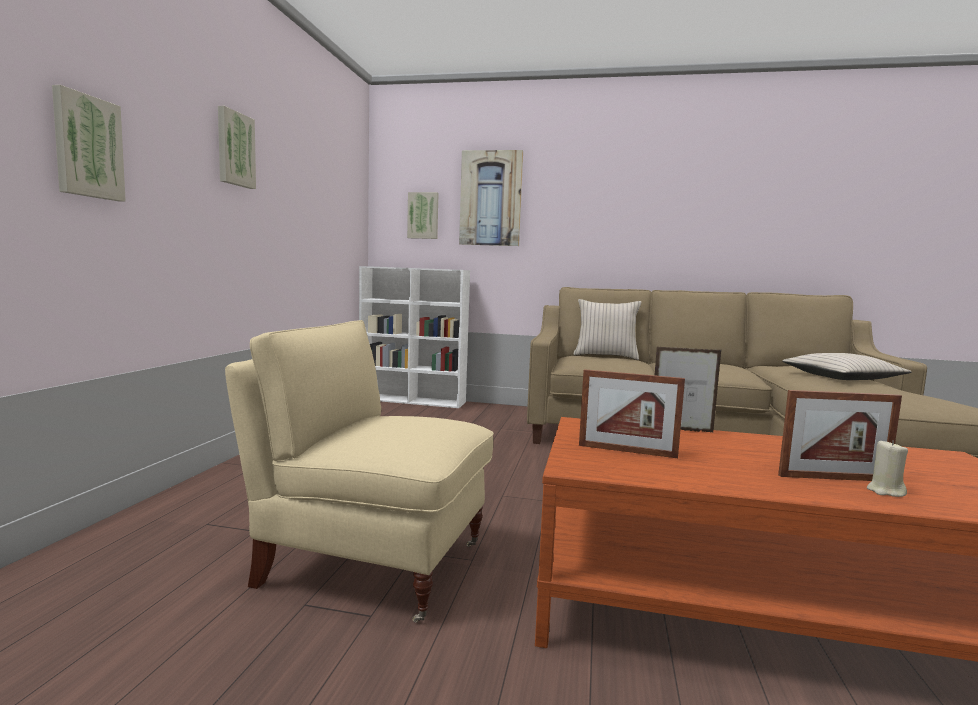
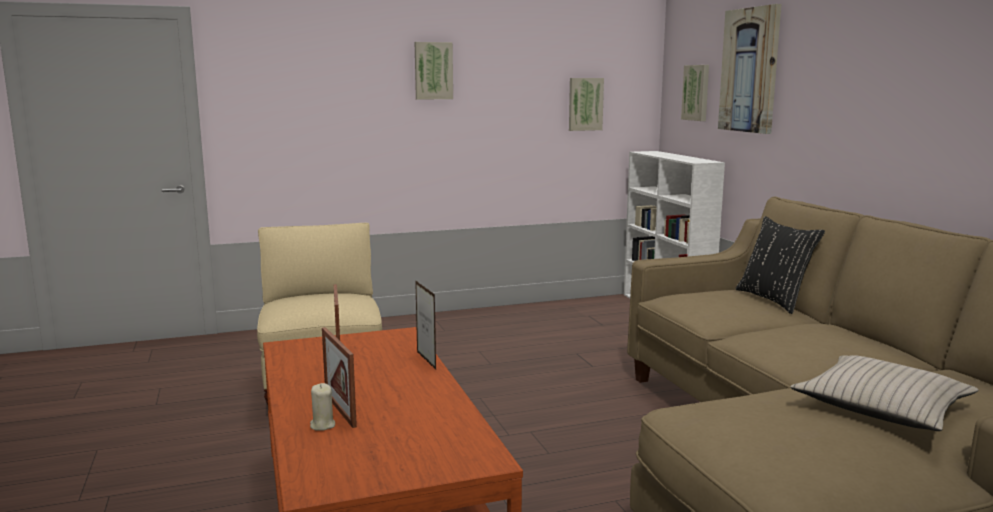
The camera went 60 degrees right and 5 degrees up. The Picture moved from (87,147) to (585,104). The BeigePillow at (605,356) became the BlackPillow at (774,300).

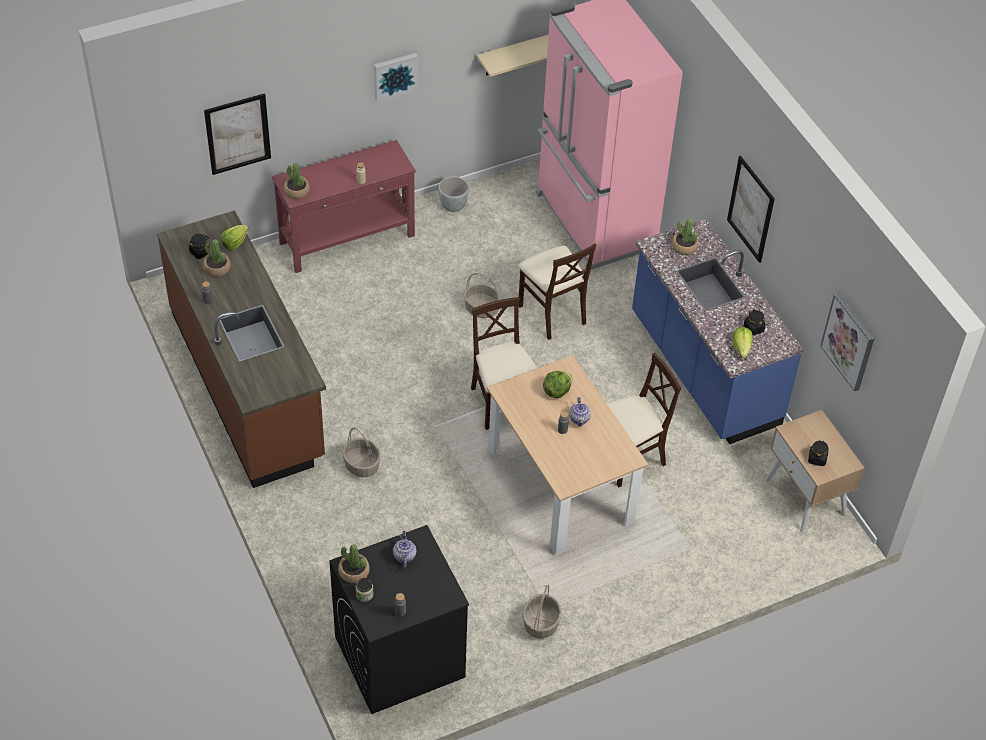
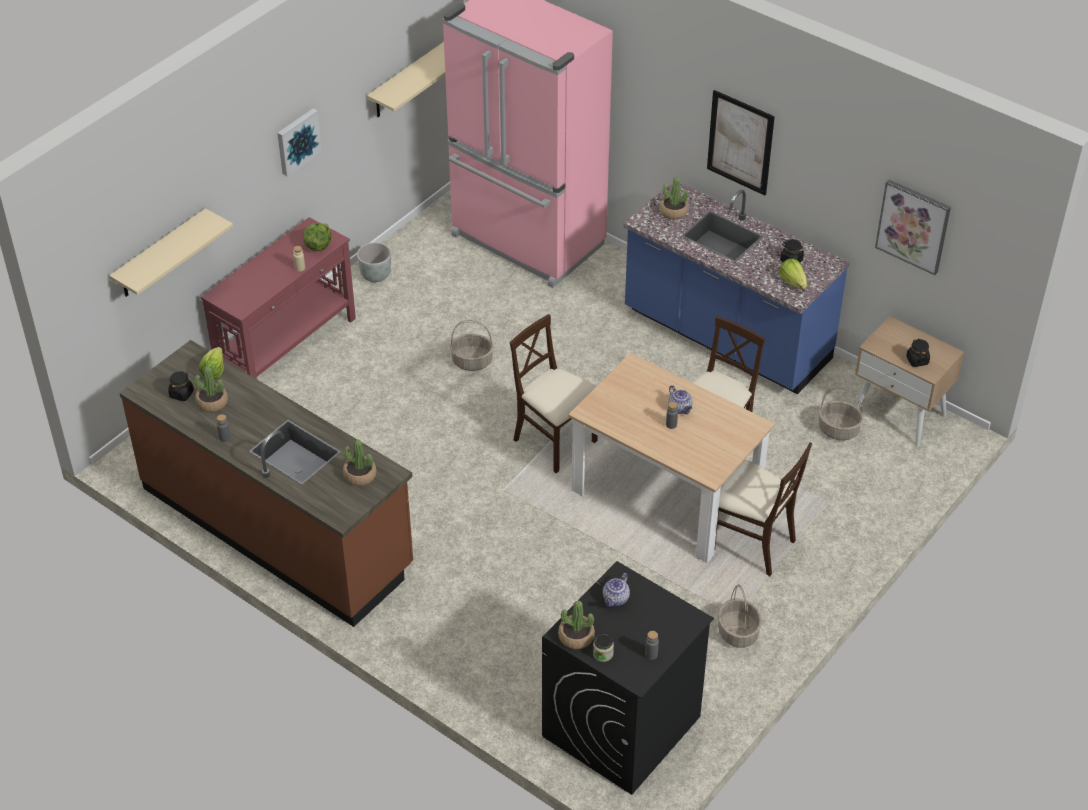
The camera went 25 degrees left and 5 degrees down. The PottedPlant moved from (297,191) to (360,475). The Basket moved from (361,465) to (837,430). The BeigeChair moved from (552,313) to (752,544). The Lettuce moved from (556,391) to (318,246). The Picture at (238,134) was replaced by the BeigeShelf at (160,255). The Teapot at (404,555) turned 120 degrees counterclockwise.

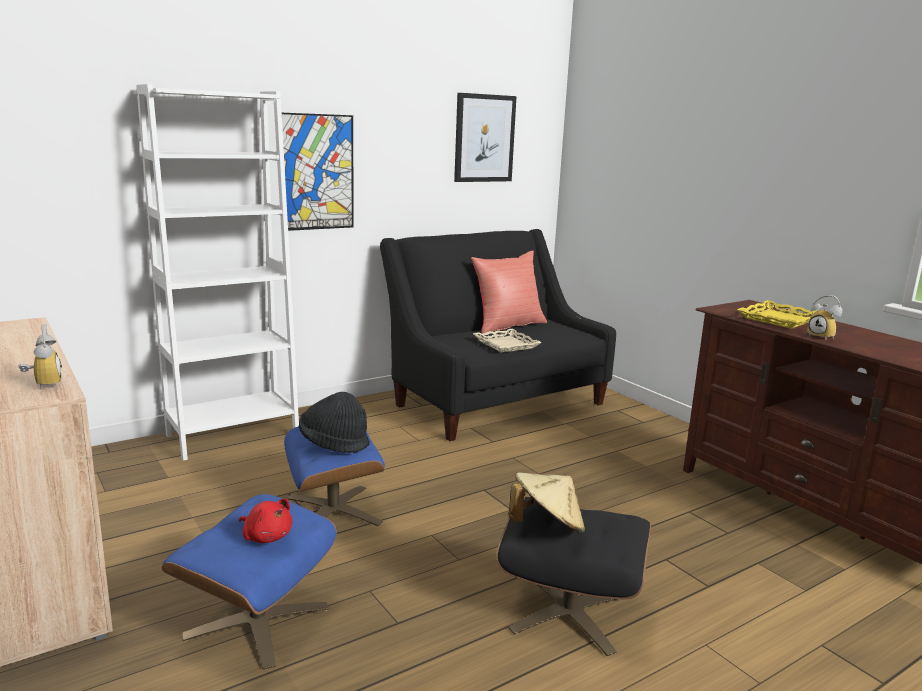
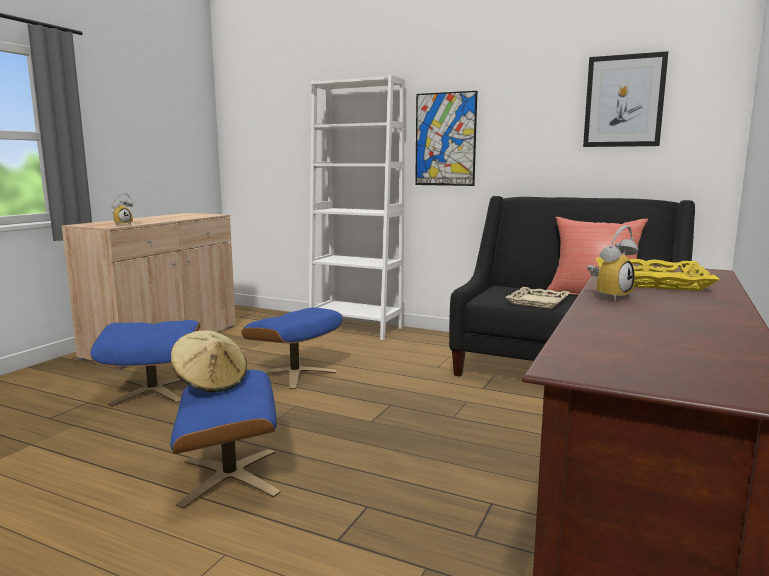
The camera went 60 degrees right and 5 degrees down. The RedPlushToy at (266,536) disappeared. The BlackHat at (334,443) disappeared. The BlackOttoman at (569,612) became the BlueOttoman at (231,477). The AlarmClock at (823,337) turned 150 degrees counterclockwise.

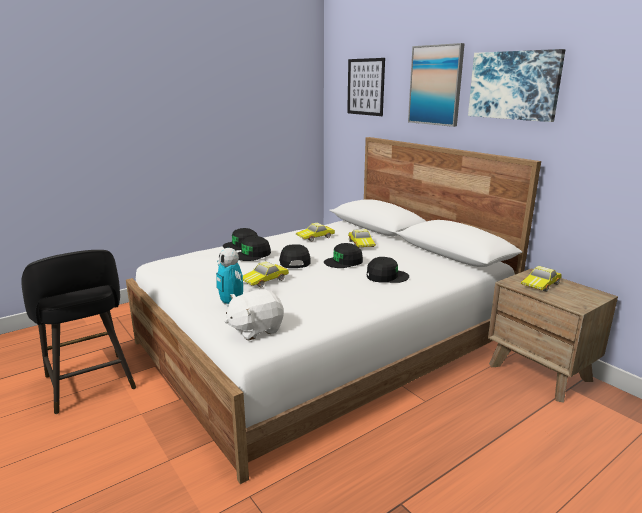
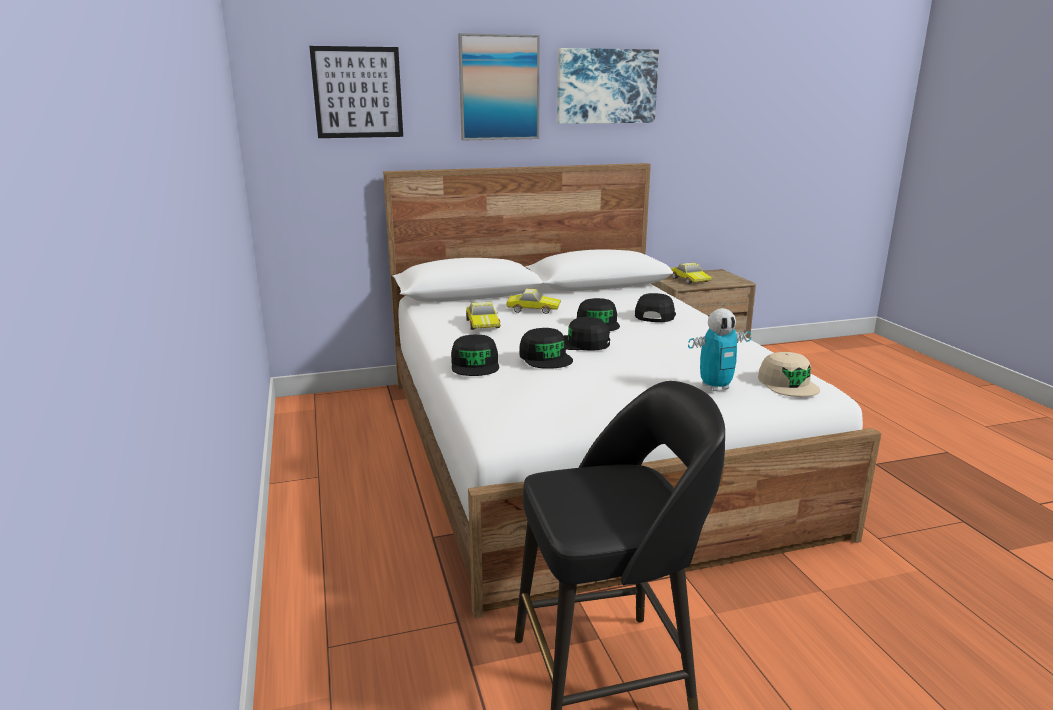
The camera went 70 degrees left and 0 degrees up. The ToyCar at (265,280) disappeared. The WhitePlushToy at (255,329) was replaced by the BeigeCap at (788,384).

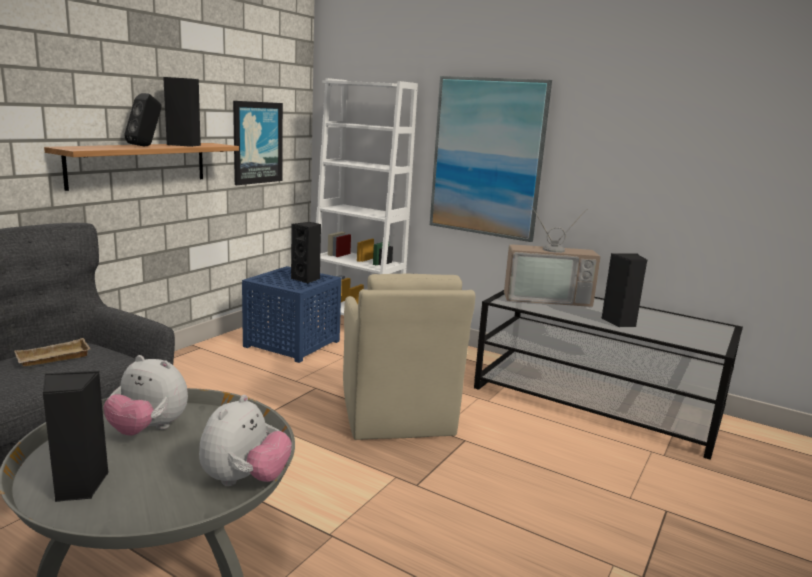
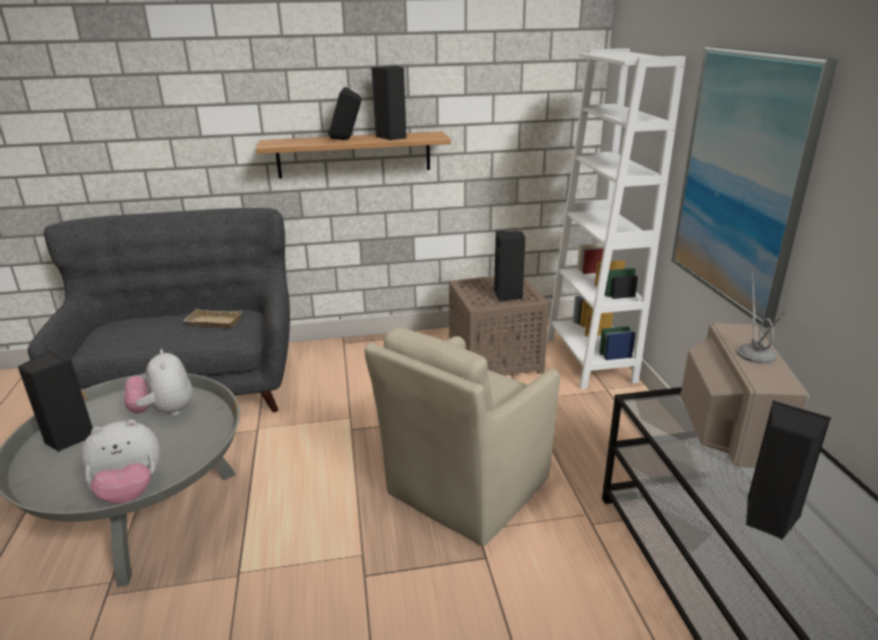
The camera went 50 degrees right and 10 degrees up. The Picture at (257,142) disappeared. The BlueSideTable at (292,344) became the BrownSideTable at (494,360). The Television at (547,298) turned 135 degrees counterclockwise.

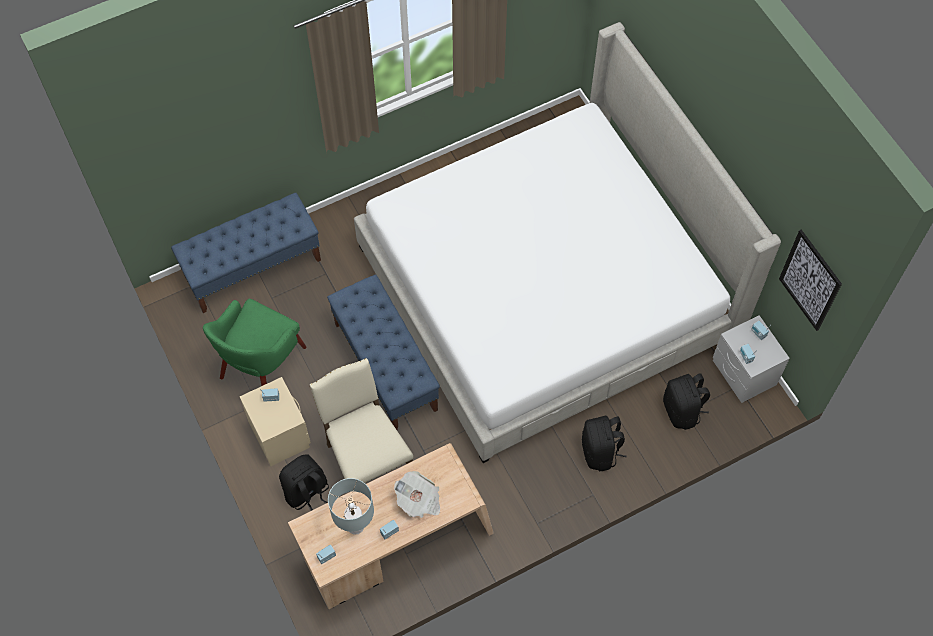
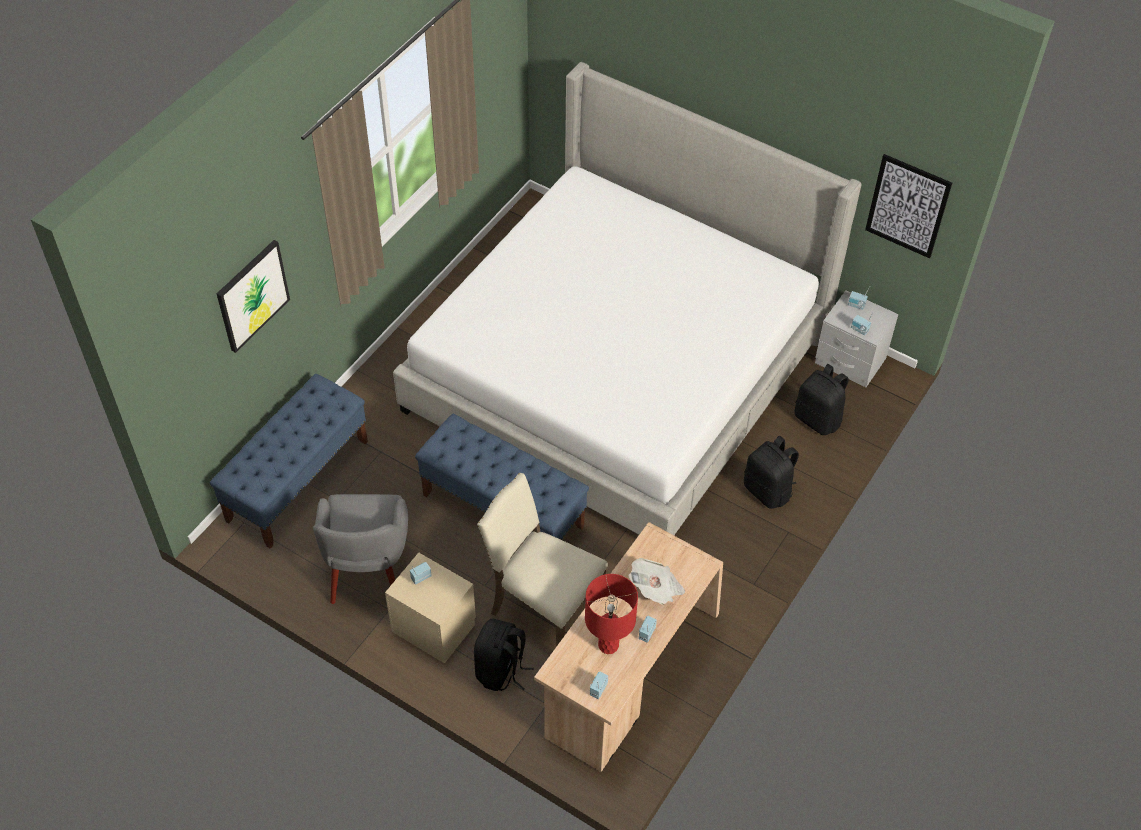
The camera went 30 degrees left and 10 degrees down. The Picture at (252,295) appeared. The GreenArmchair at (261,364) became the GreyArmchair at (368,569). The GreyTableLamp at (355,526) became the RedTableLamp at (608,645).

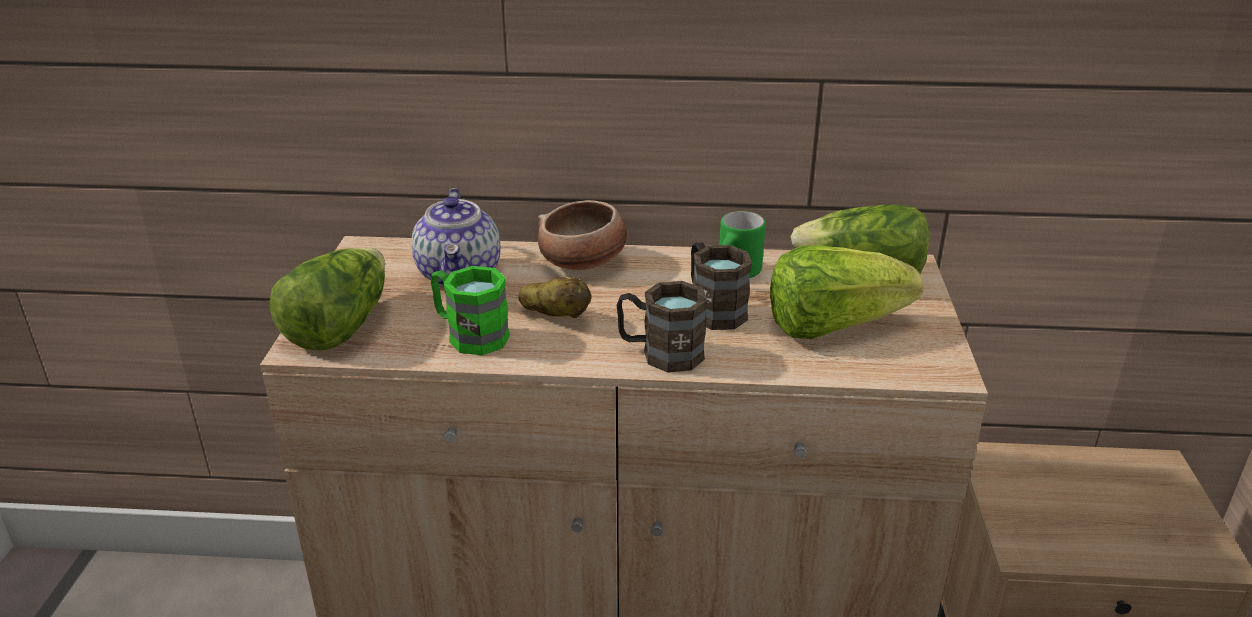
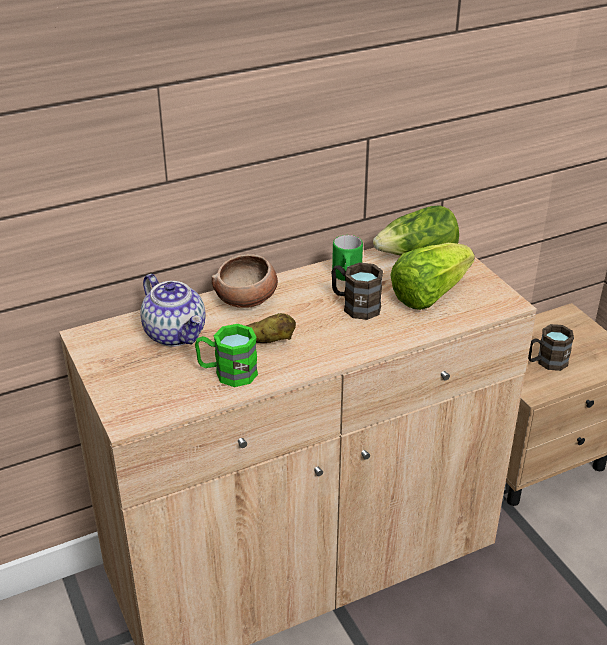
The camera went 30 degrees left and 5 degrees up. The Lettuce at (339,326) disappeared. The BrownMug moved from (660,353) to (546,362).

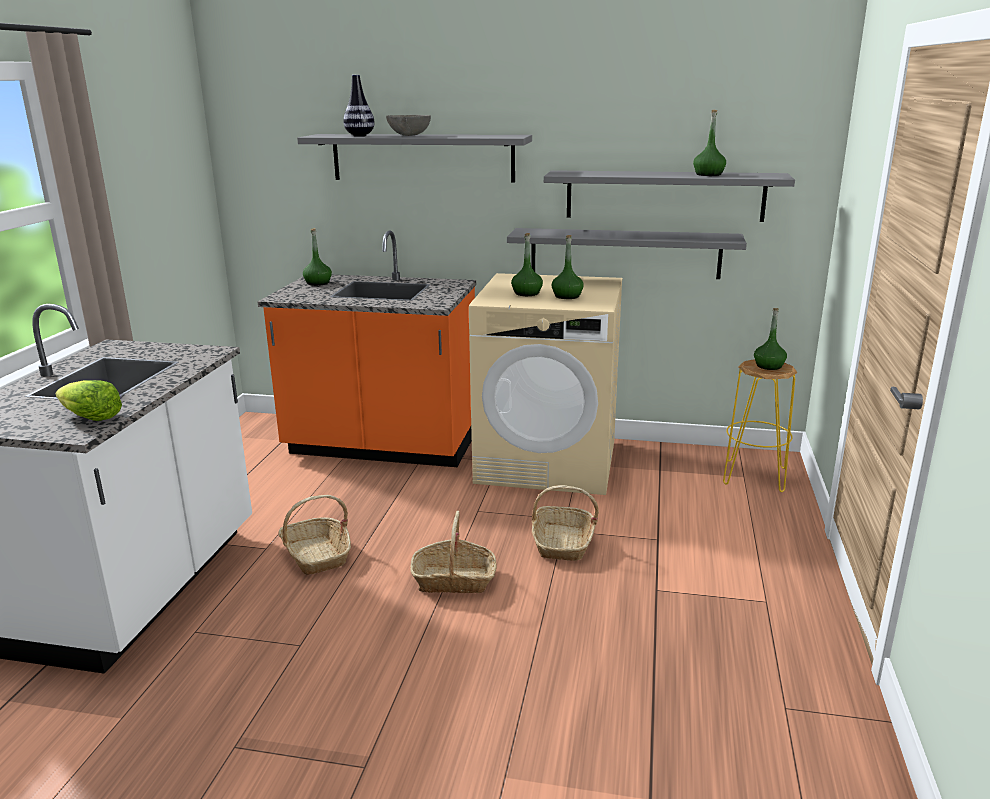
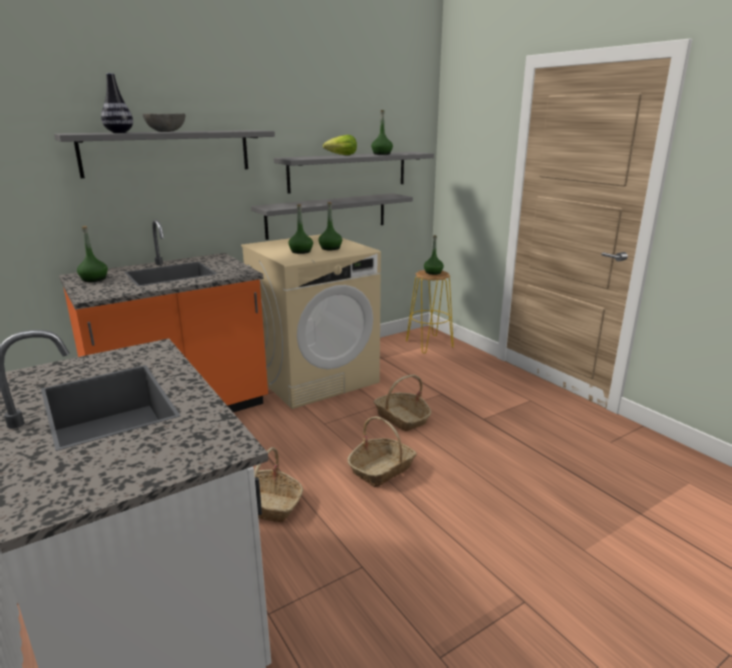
The camera went 45 degrees left and 0 degrees up. The Lettuce moved from (90,418) to (342,155).

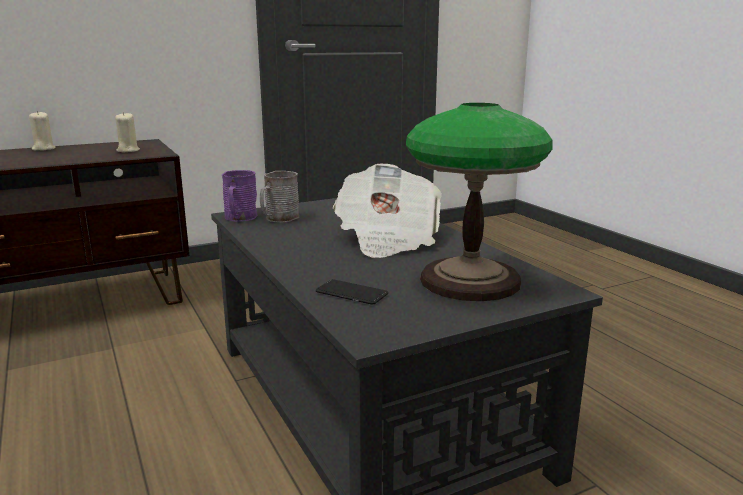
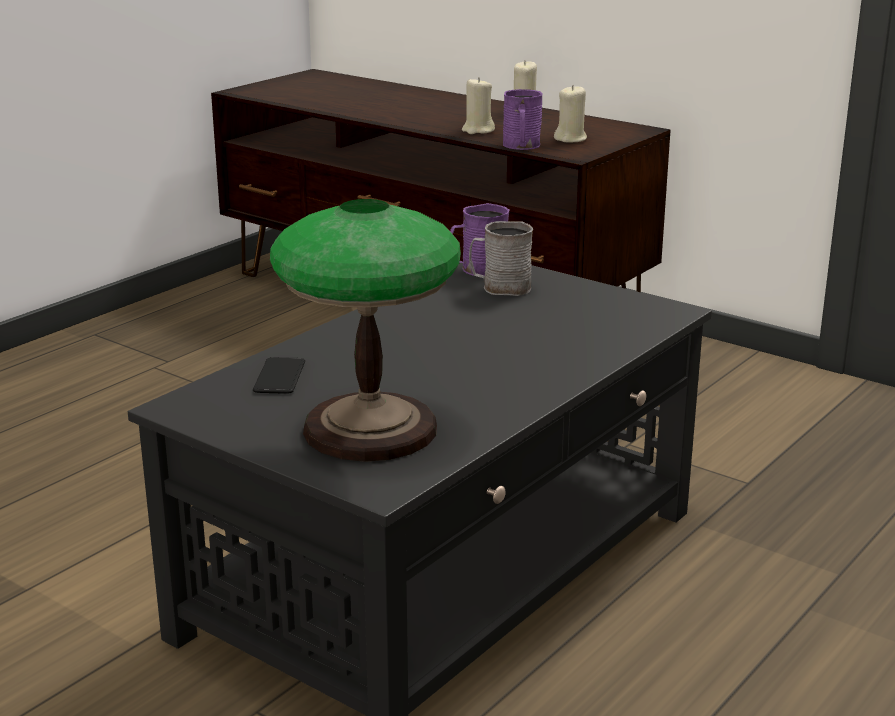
The camera went 65 degrees right and 5 degrees up. The Newspaper at (387,239) disappeared. The BeigeCandle at (478,130) appeared. The PurpleMug at (521,146) appeared.

